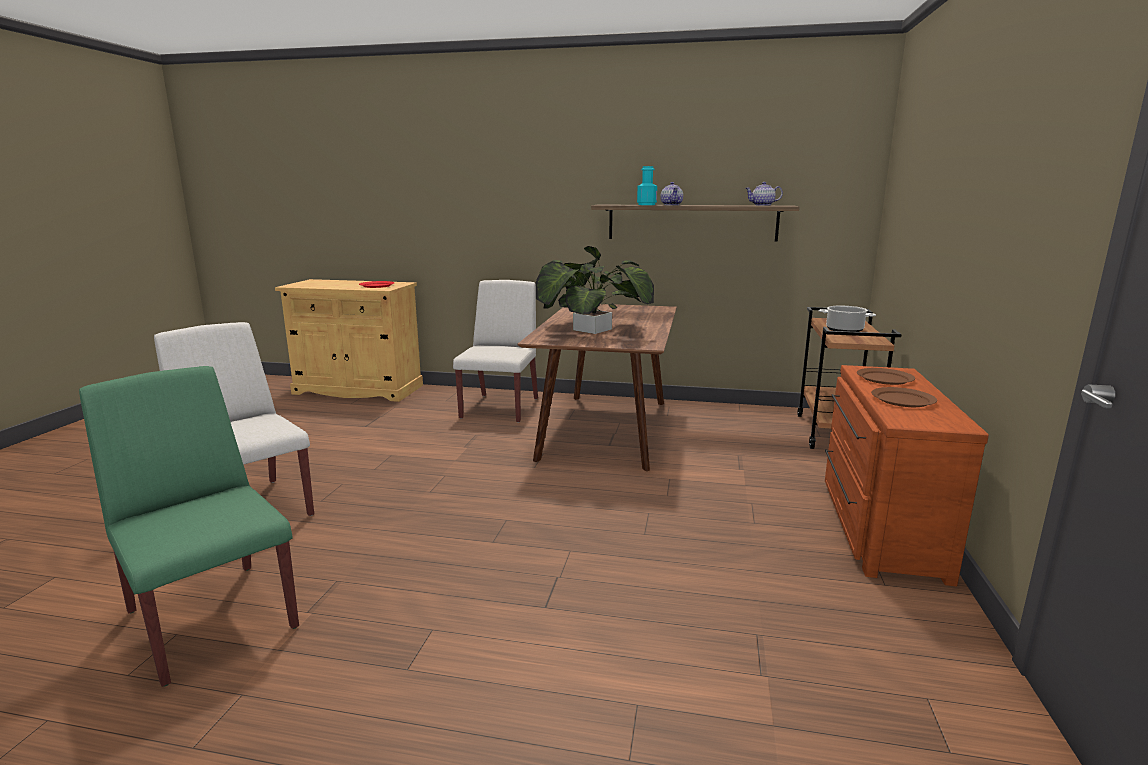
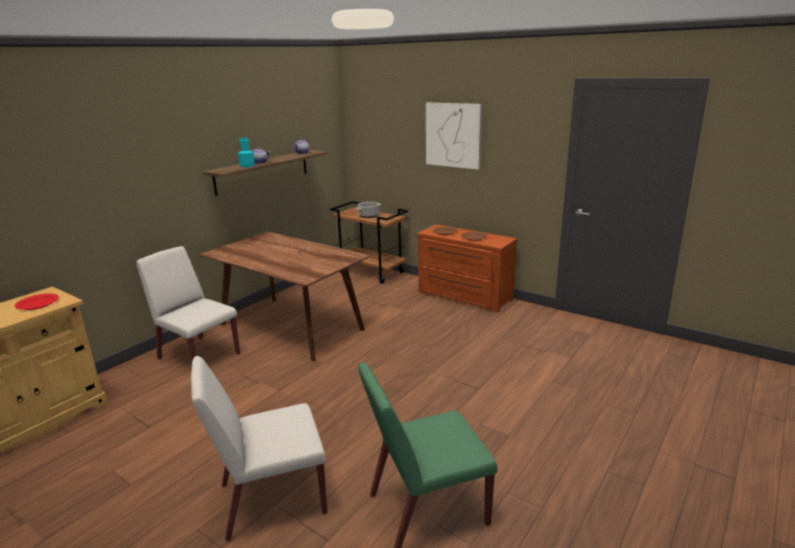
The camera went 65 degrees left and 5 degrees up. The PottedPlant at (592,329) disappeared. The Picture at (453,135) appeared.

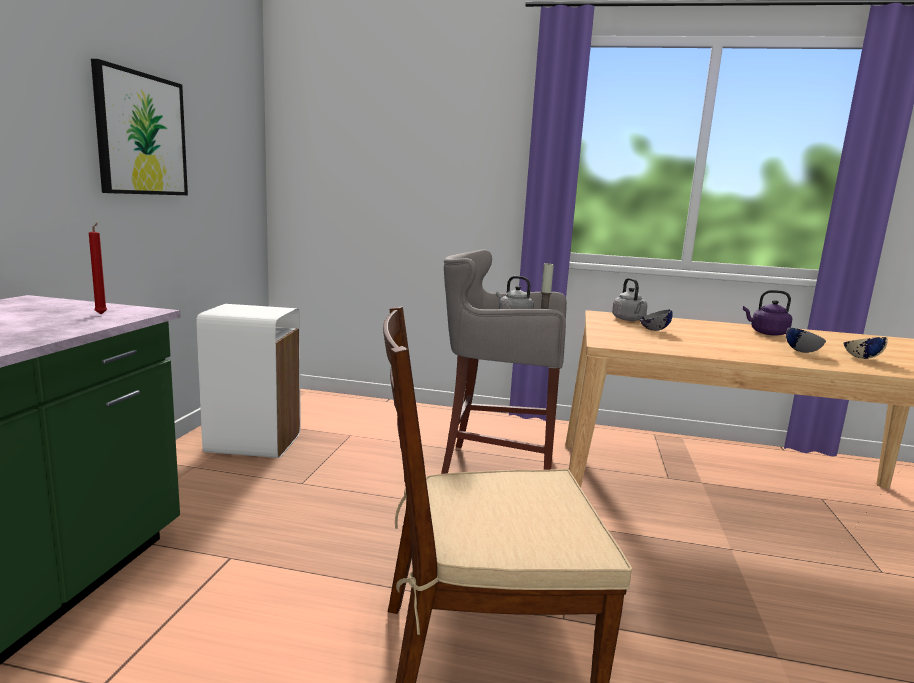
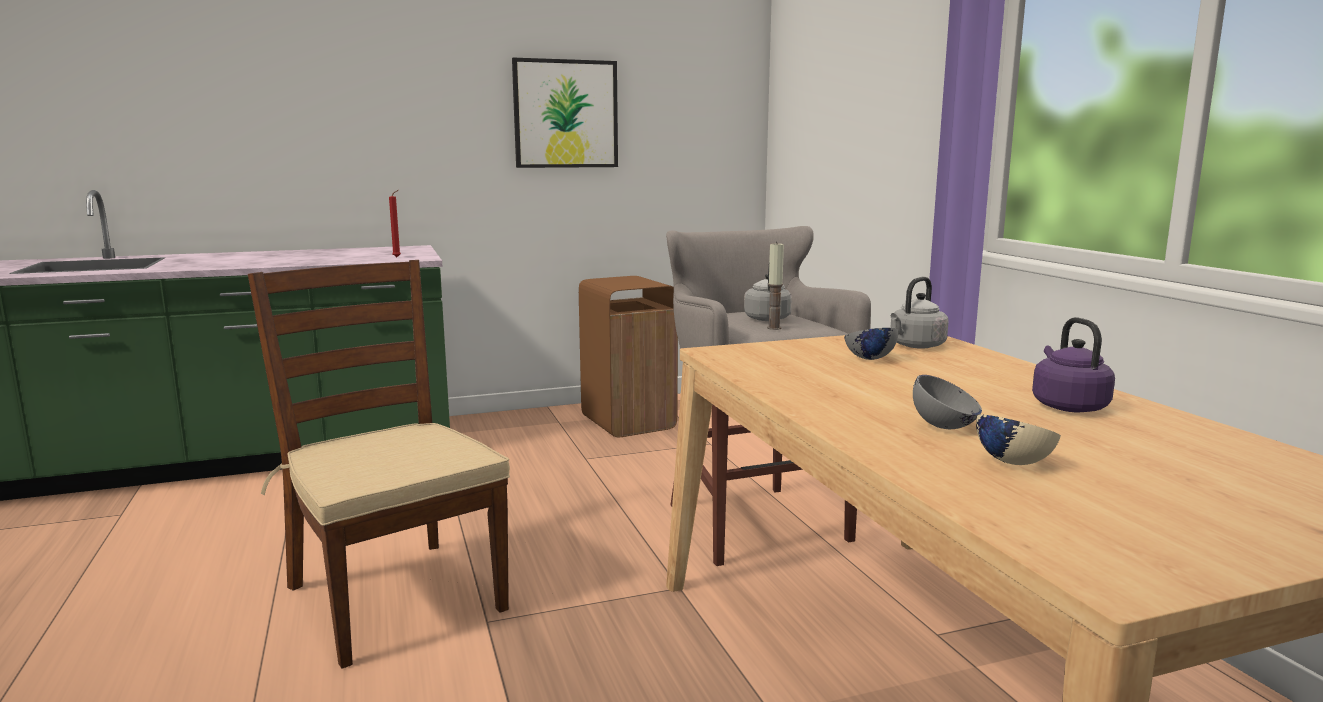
The camera went 60 degrees right and 0 degrees up. The WhiteTrashCan at (253,443) became the BrownTrashCan at (629,422).

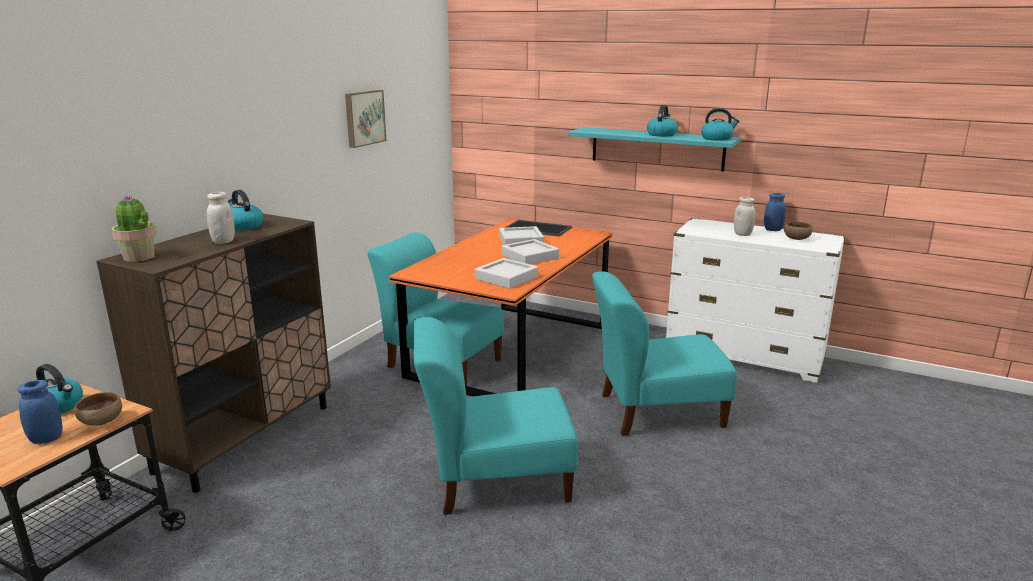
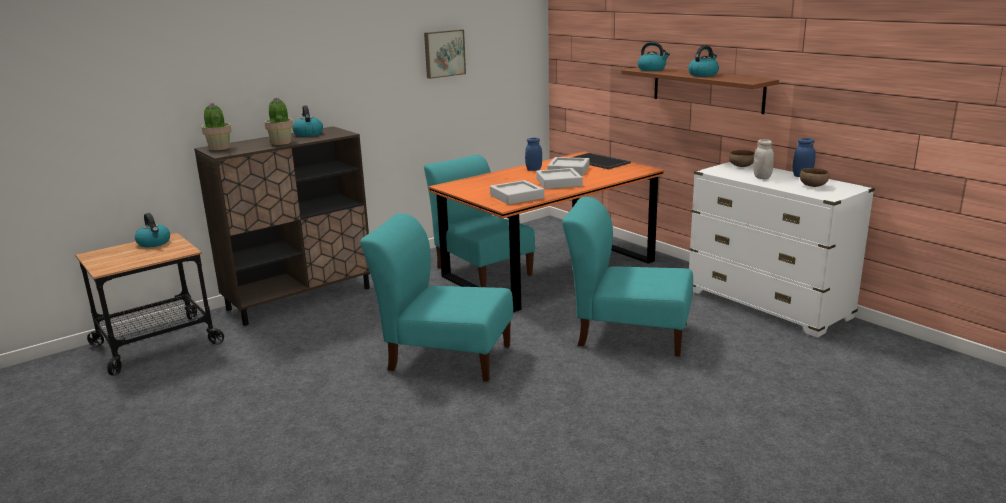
The camera went 25 degrees right and 0 degrees up. The BlueJar moved from (46,439) to (533,169). The BrownBowl moved from (101,422) to (741,166). The Kettle moved from (717,138) to (652,69). The WhiteJar at (223,241) was replaced by the PottedPlant at (281,142). The TurquoiseShelf at (657,148) became the BrownShelf at (707,89).

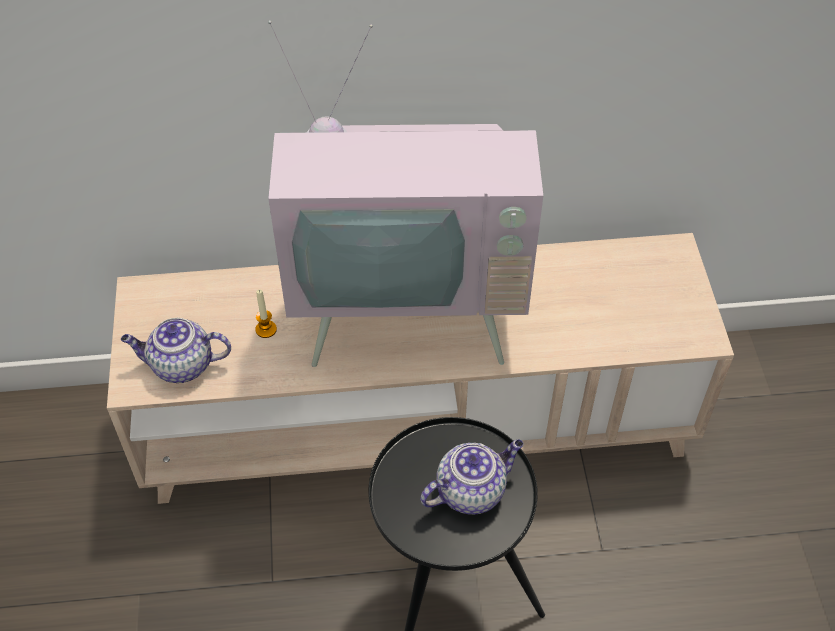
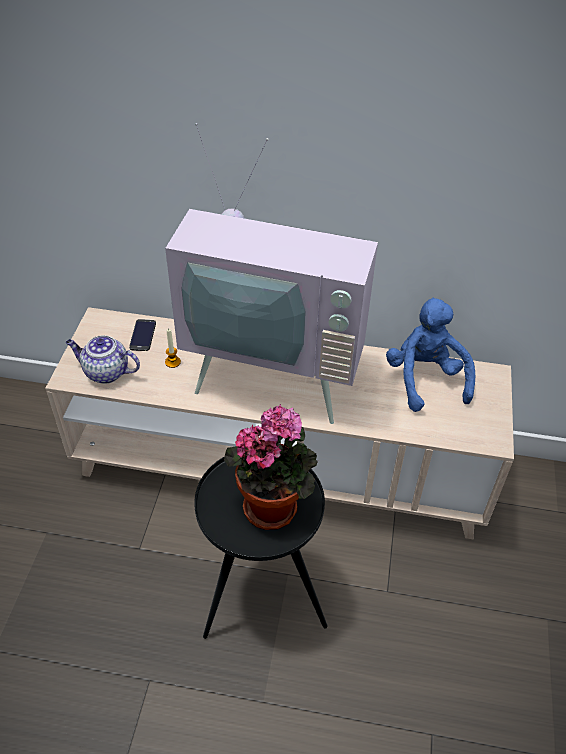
The camera went 15 degrees right and 5 degrees down. The Phone at (142,335) appeared. The BluePlushToy at (425,379) appeared. The Teapot at (471,490) was replaced by the PottedPlant at (274,505).

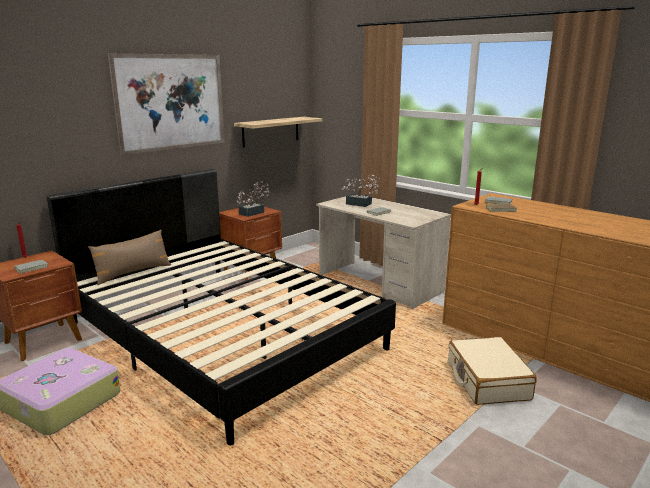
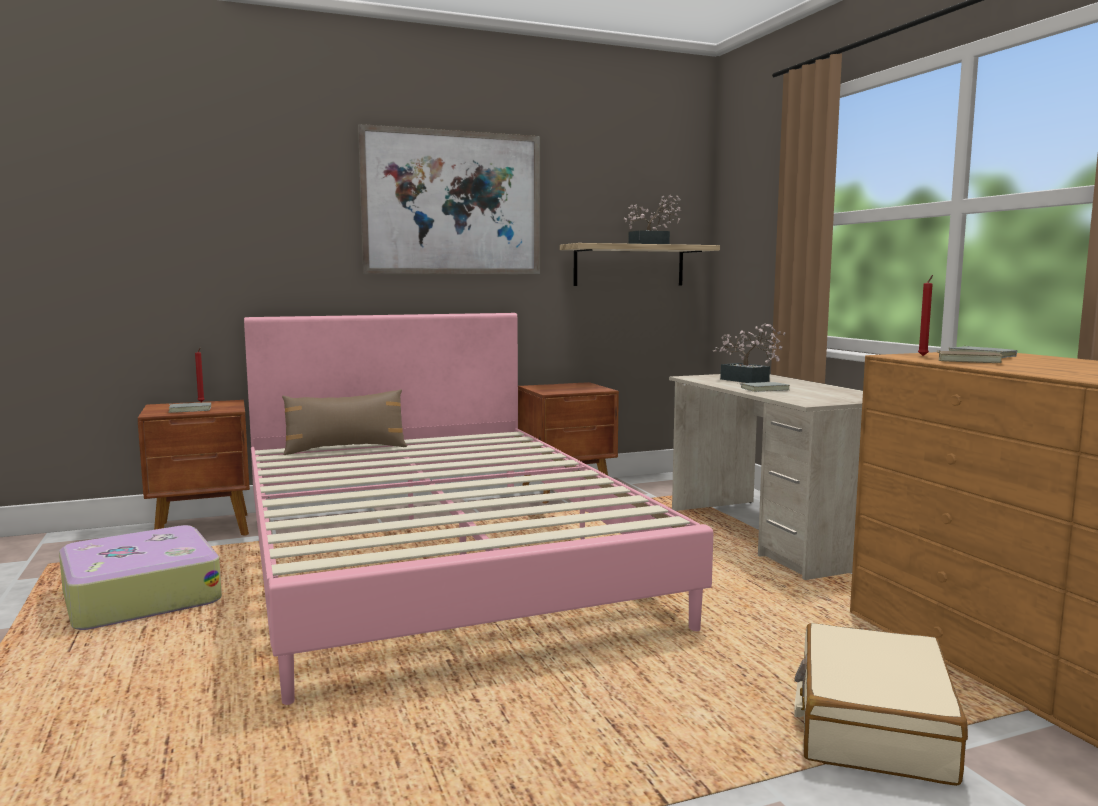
The camera went 25 degrees right and 10 degrees down. The PottedPlant moved from (254,212) to (653,244). The BlackBed at (222,334) became the PinkBed at (437,560).

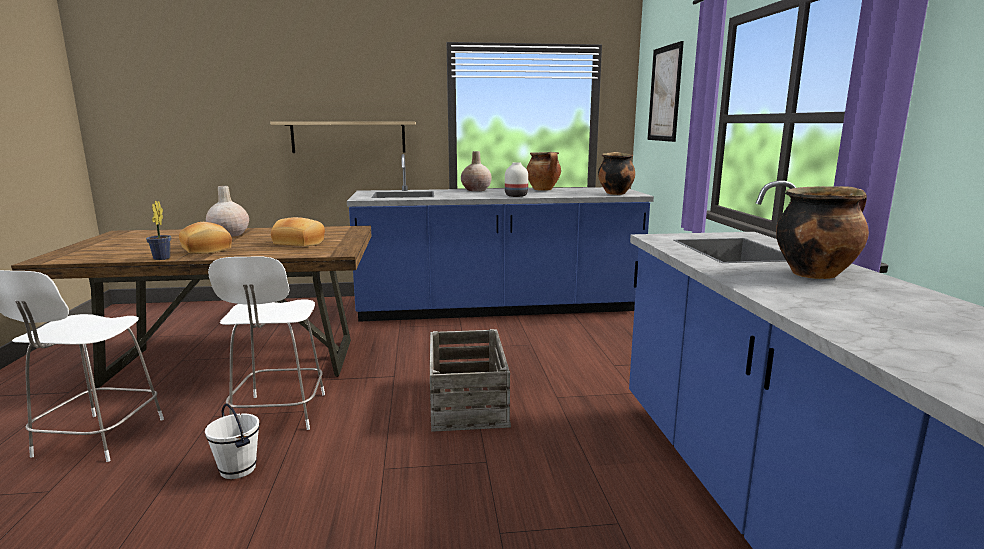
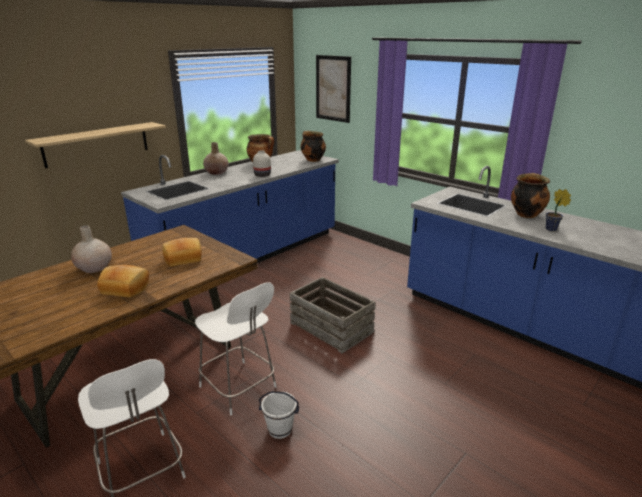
The camera went 40 degrees left and 10 degrees up. The PottedPlant moved from (161,259) to (552,229).

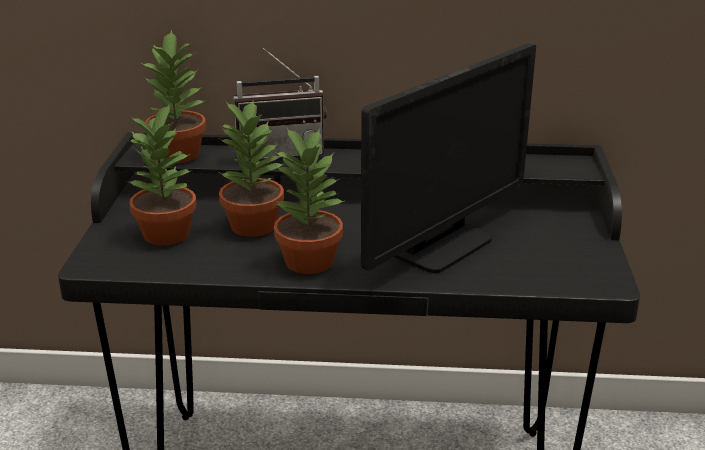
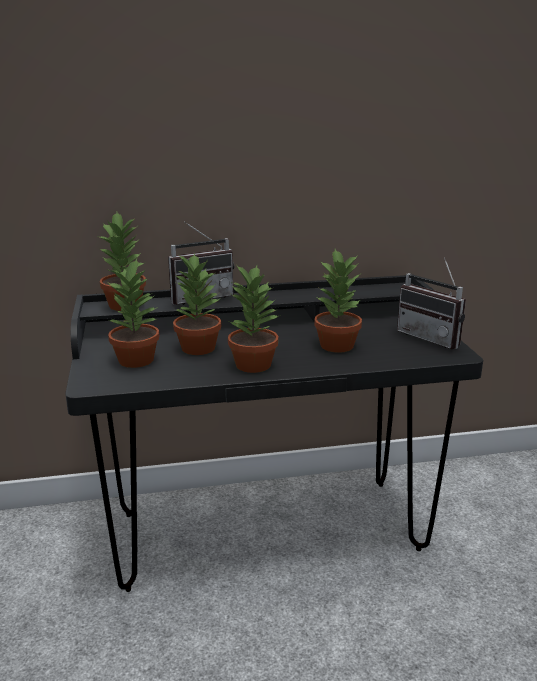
The camera went 15 degrees left and 5 degrees down. The Radio at (433,338) appeared. The Monitor at (440,245) was replaced by the PottedPlant at (337,345).

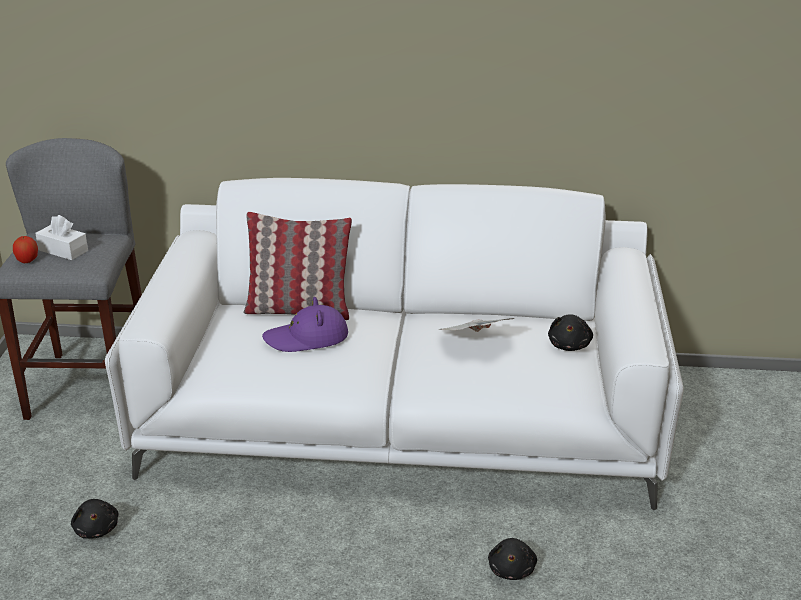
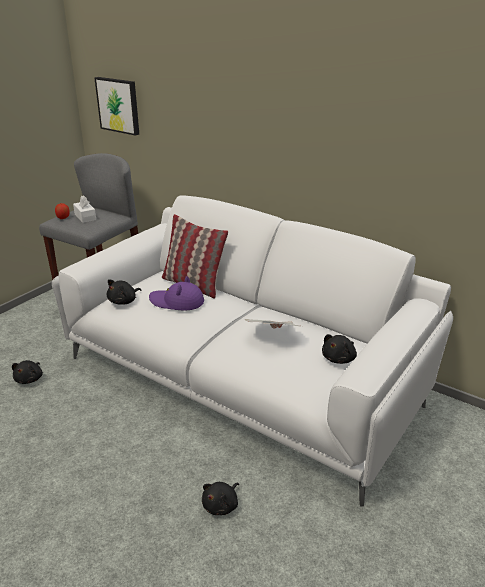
The camera went 30 degrees right and 0 degrees up. The Picture at (119,105) appeared. The BlackPlushToy at (124,301) appeared.

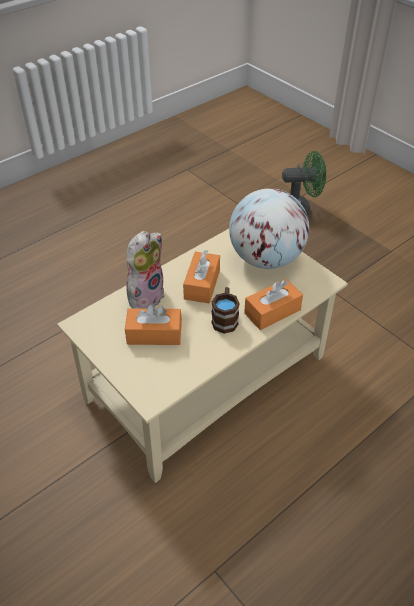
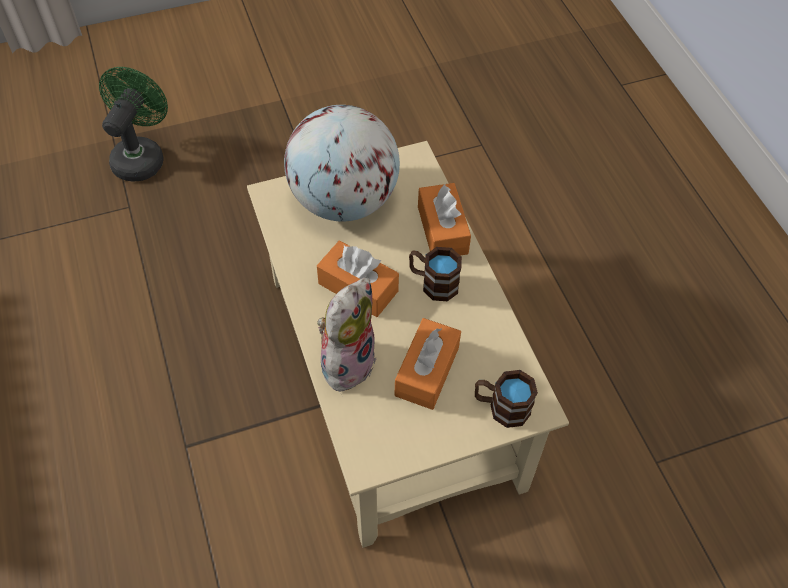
The camera went 70 degrees left and 10 degrees up. The BrownMug at (501,407) appeared. The PlushToy at (145,295) turned 60 degrees clockwise.

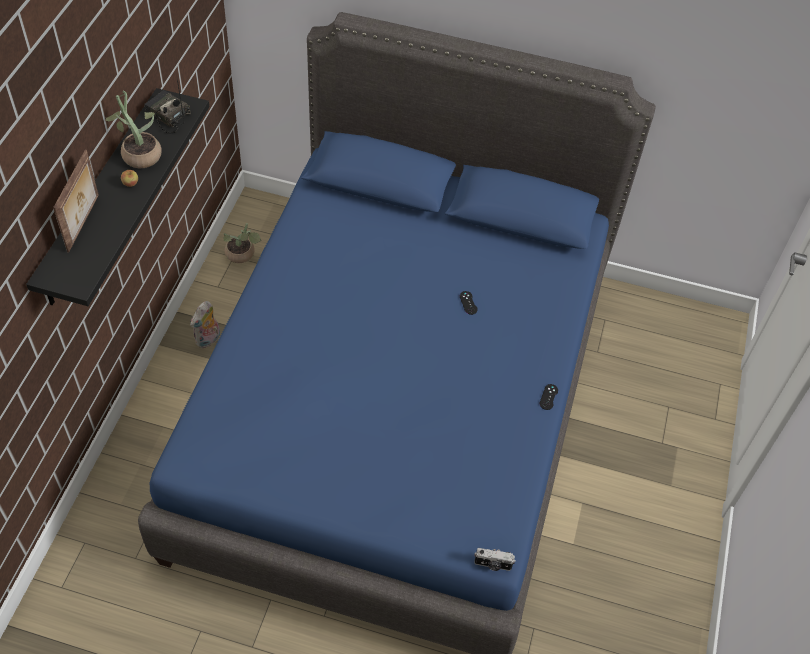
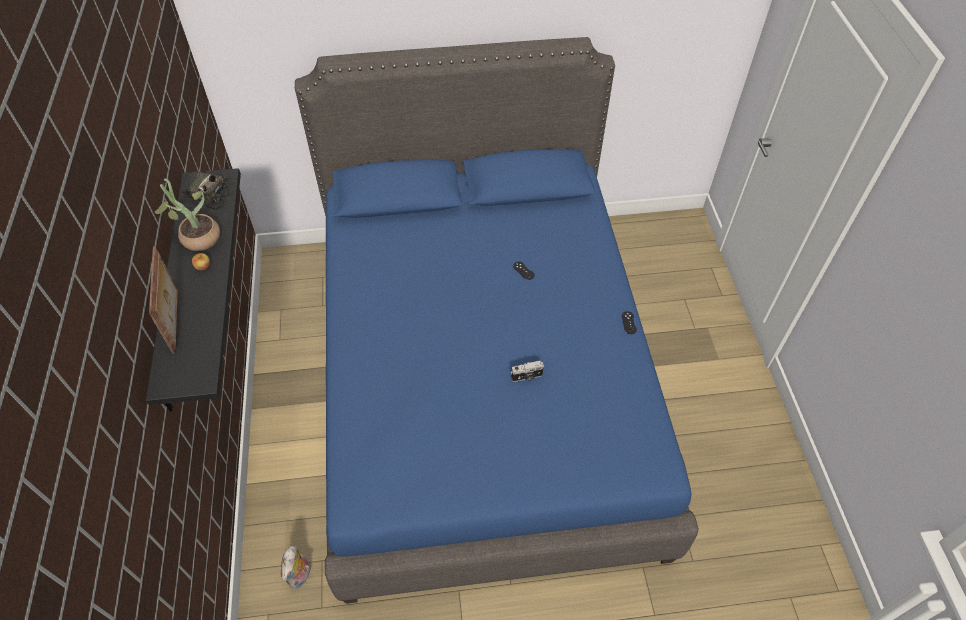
The camera went 20 degrees left and 0 degrees up. The PottedPlant at (242,255) disappeared. The PlushToy moved from (208,340) to (301,576). The PhotoCamera moved from (493,565) to (527,377).

